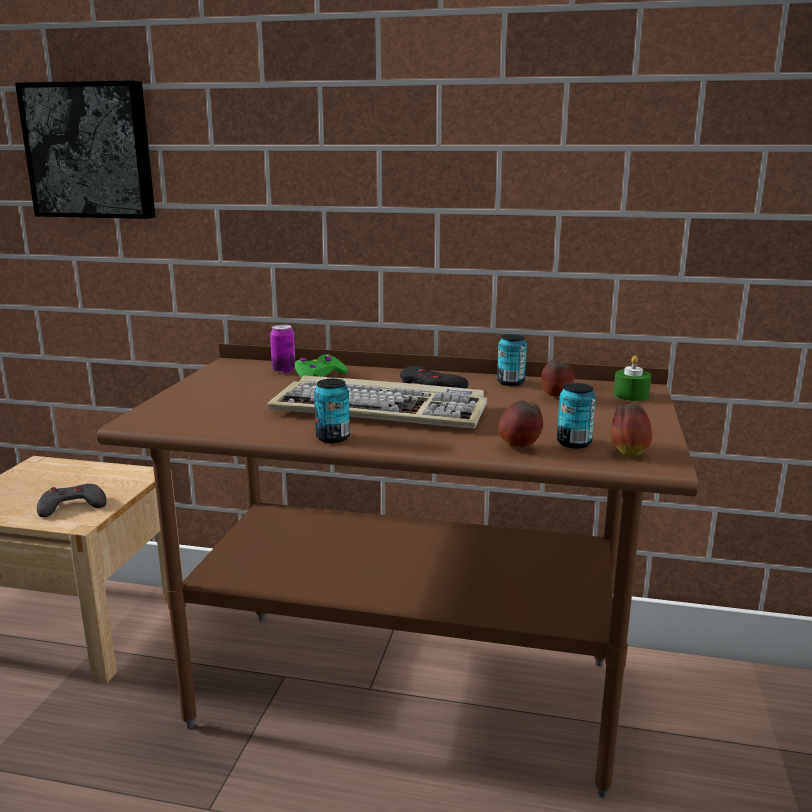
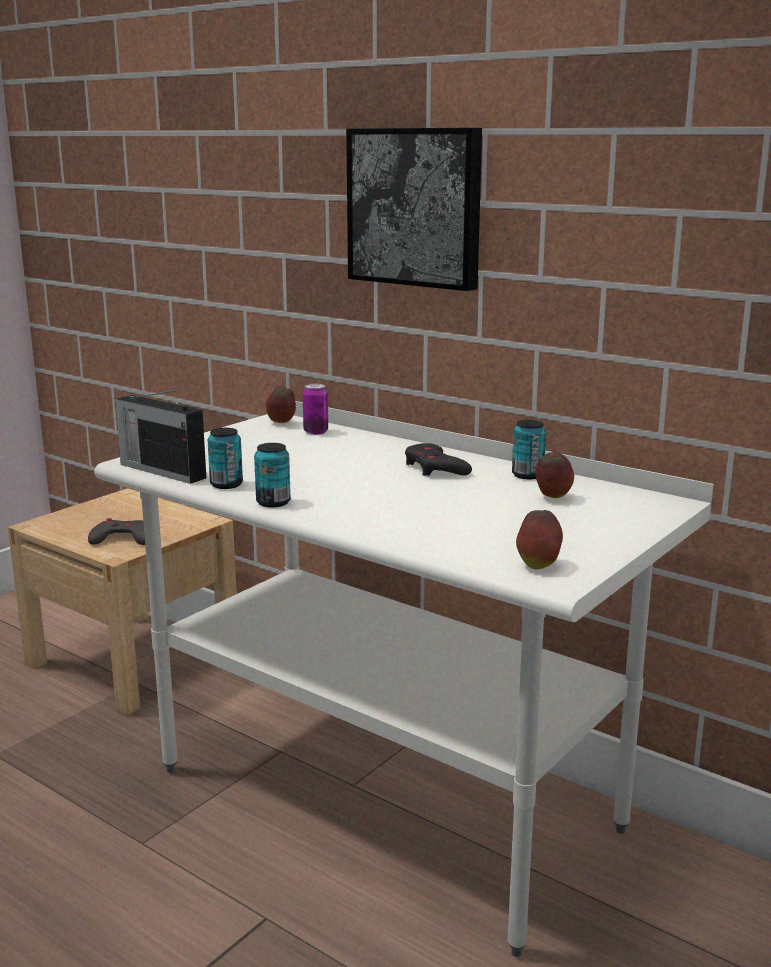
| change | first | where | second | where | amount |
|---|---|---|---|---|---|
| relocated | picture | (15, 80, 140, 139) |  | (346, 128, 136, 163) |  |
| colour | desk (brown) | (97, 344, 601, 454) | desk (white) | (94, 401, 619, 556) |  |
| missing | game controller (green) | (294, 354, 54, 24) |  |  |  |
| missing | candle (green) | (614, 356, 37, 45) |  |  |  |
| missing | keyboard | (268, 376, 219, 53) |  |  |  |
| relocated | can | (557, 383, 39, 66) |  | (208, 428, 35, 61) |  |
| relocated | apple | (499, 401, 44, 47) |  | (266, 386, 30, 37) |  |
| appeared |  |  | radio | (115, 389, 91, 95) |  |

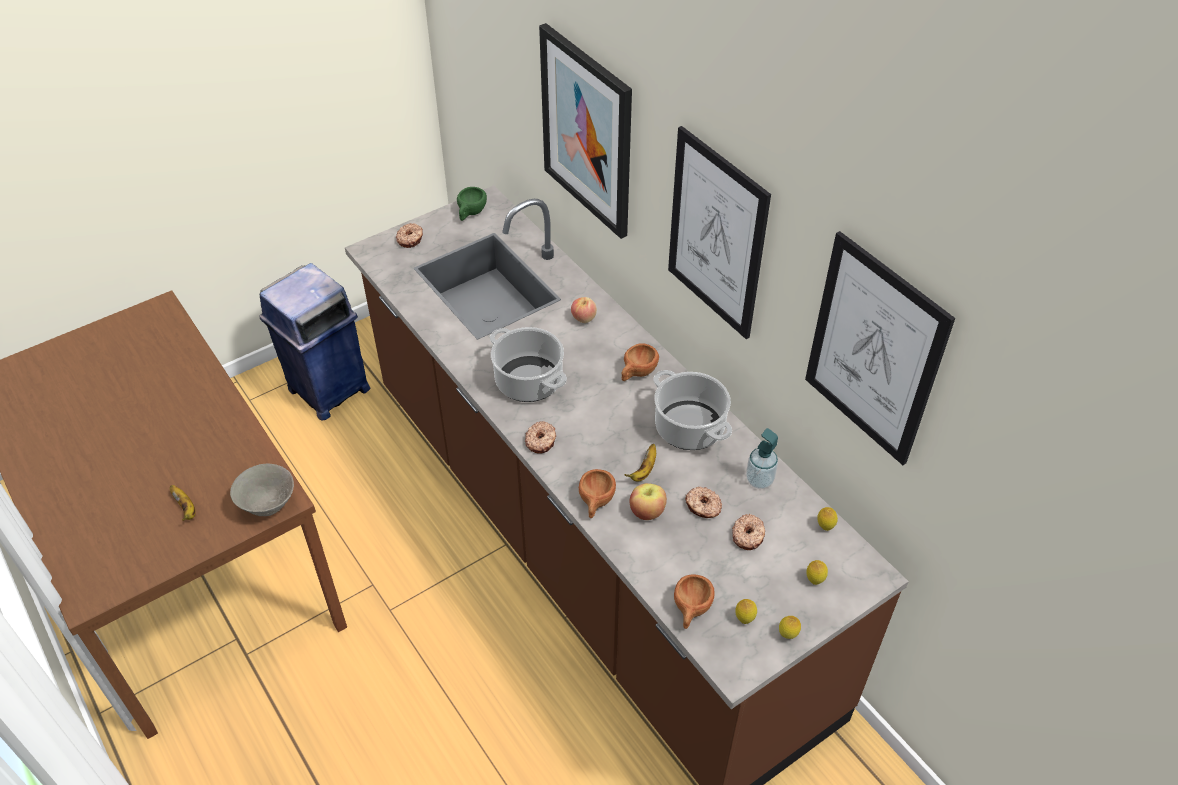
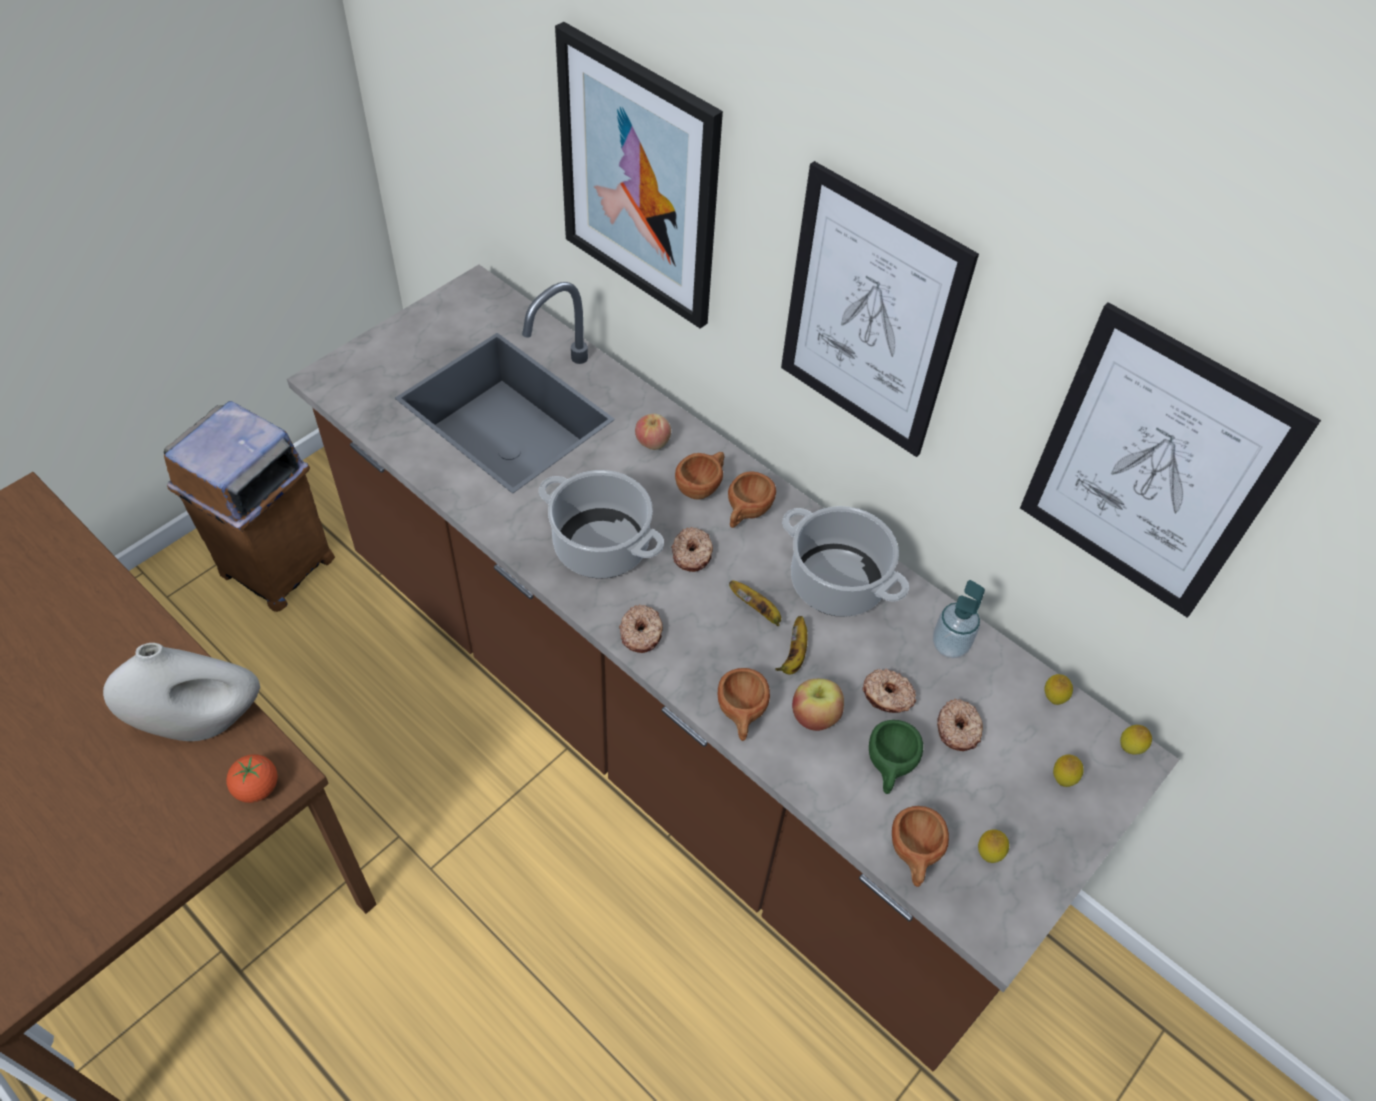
| change | first | where | second | where | amount |
|---|---|---|---|---|---|
| relocated | cup (green) | (457, 187, 30, 34) |  | (869, 720, 54, 74) |  |
| relocated | donut | (396, 223, 27, 25) |  | (671, 527, 42, 45) |  |
| colour | trash can (blue) | (259, 263, 112, 158) | trash can (brown) | (164, 401, 171, 211) |  |
| exchanged | bowl (grey) | (230, 464, 64, 52) | tomato | (226, 754, 52, 49) |  |
| relocated | banana | (170, 485, 26, 36) |  | (729, 581, 52, 45) |  |
| relocated | lemon | (779, 616, 22, 23) |  | (1120, 725, 32, 30) |  |
| appeared |  |  | cup (brown) | (675, 452, 49, 48) |  |
| appeared |  |  | vase (white) | (103, 643, 157, 98) |  |

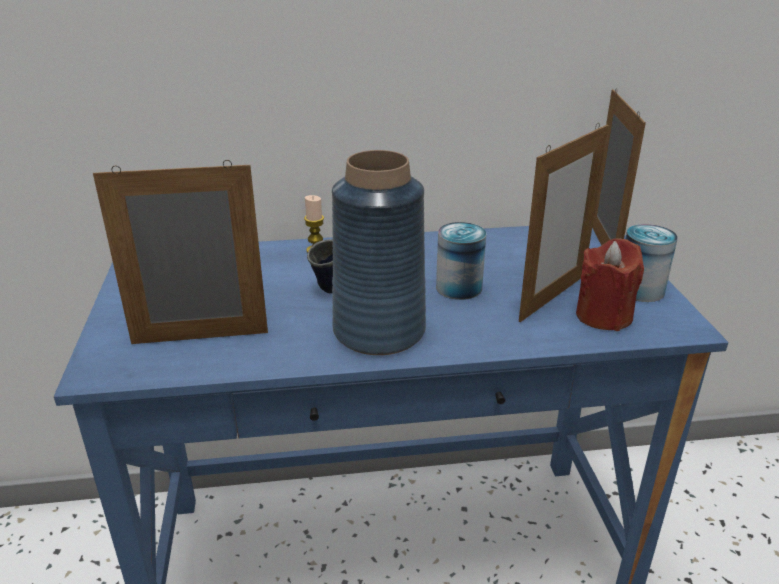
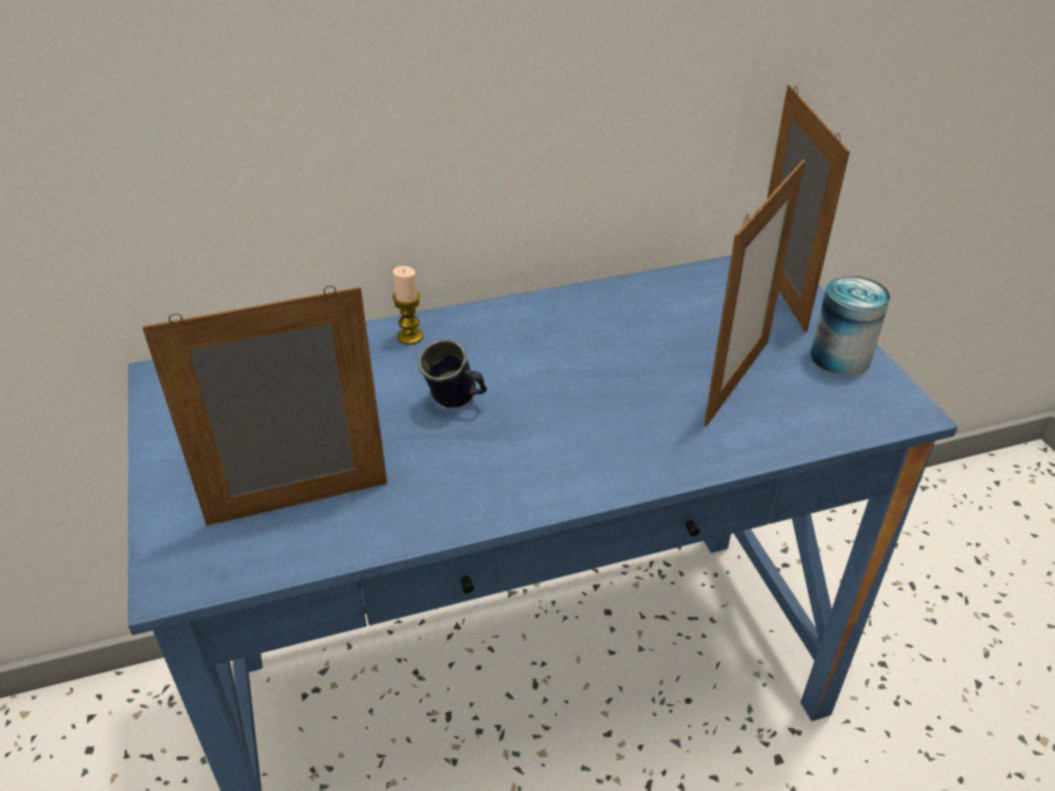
| change | first | where | second | where | amount |
|---|---|---|---|---|---|
| missing | vase (blue) | (332, 150, 94, 205) |  |  |  |
| missing | can | (436, 222, 50, 78) |  |  |  |
| missing | candle (red) | (576, 238, 68, 93) |  |  |  |

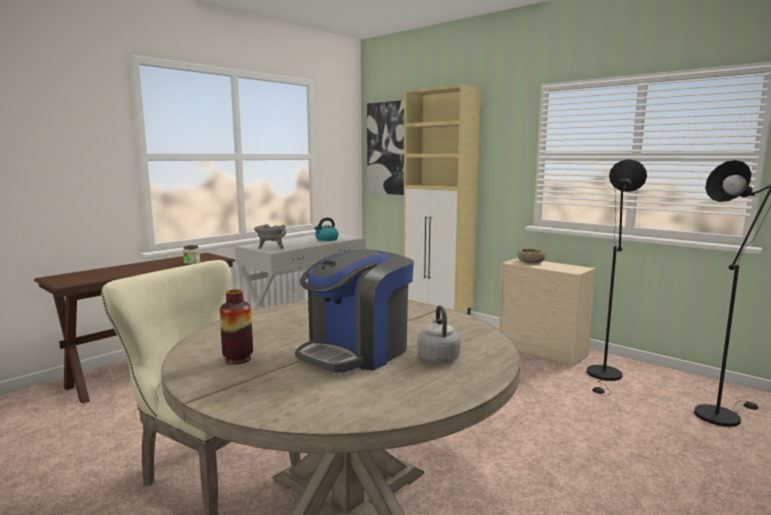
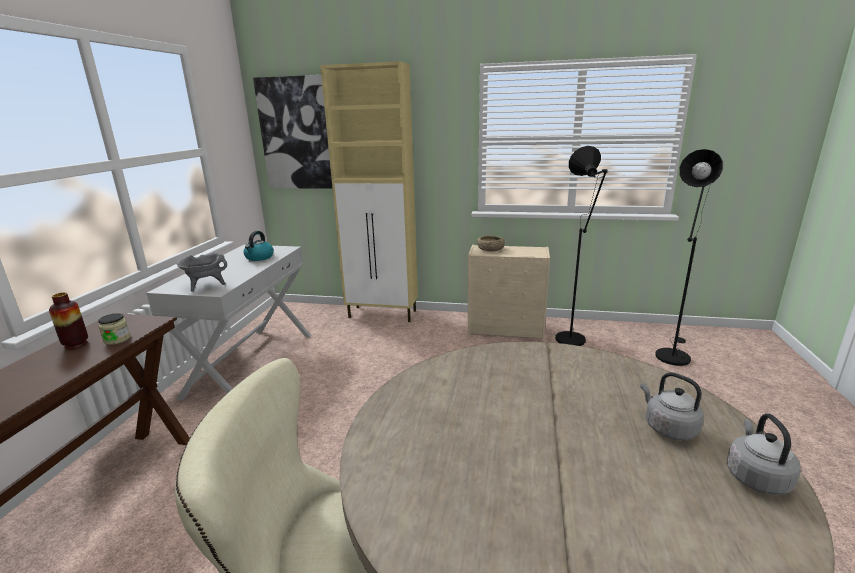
| change | first | where | second | where | amount |
|---|---|---|---|---|---|
| missing | coffee machine | (295, 249, 119, 124) |  |  |  |
| relocated | vase | (220, 289, 33, 75) |  | (49, 292, 39, 58) |  |
| appeared |  |  | kettle (grey) | (727, 414, 74, 81) |  |

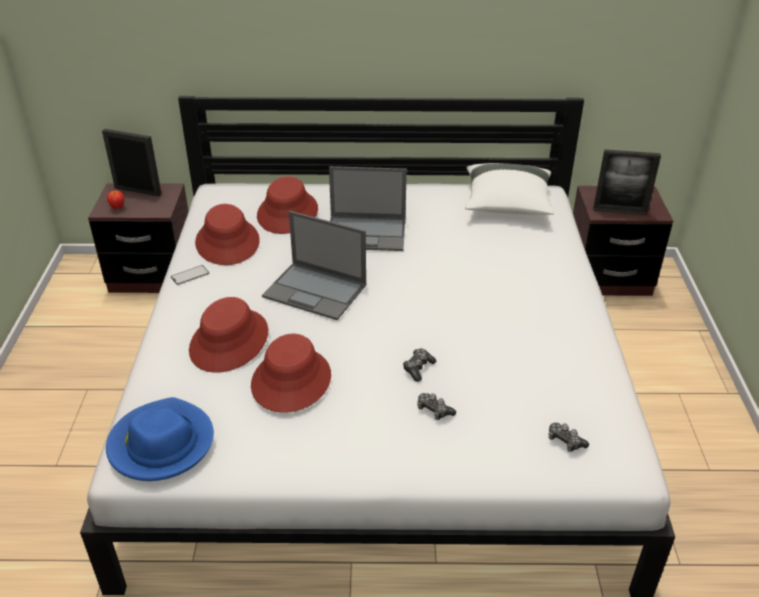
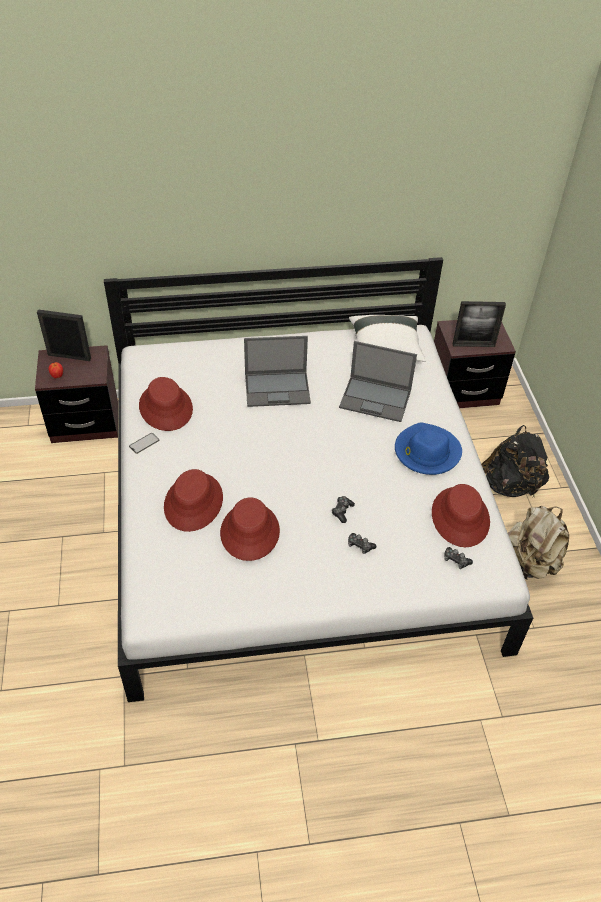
| change | first | where | second | where | amount |
|---|---|---|---|---|---|
| relocated | hat (red) | (257, 176, 61, 58) |  | (432, 484, 58, 63) |  |
| relocated | laptop | (262, 211, 104, 109) |  | (339, 341, 78, 81) |  |
| relocated | hat (blue) | (106, 397, 108, 84) |  | (395, 422, 67, 53) |  |
| appeared |  |  | backpack (black) | (481, 425, 68, 72) |  |
| appeared |  |  | backpack (beige) | (508, 506, 61, 74) |  |

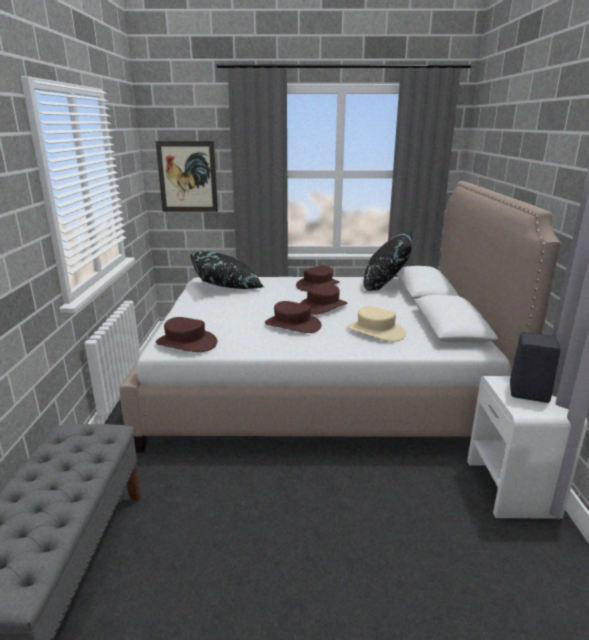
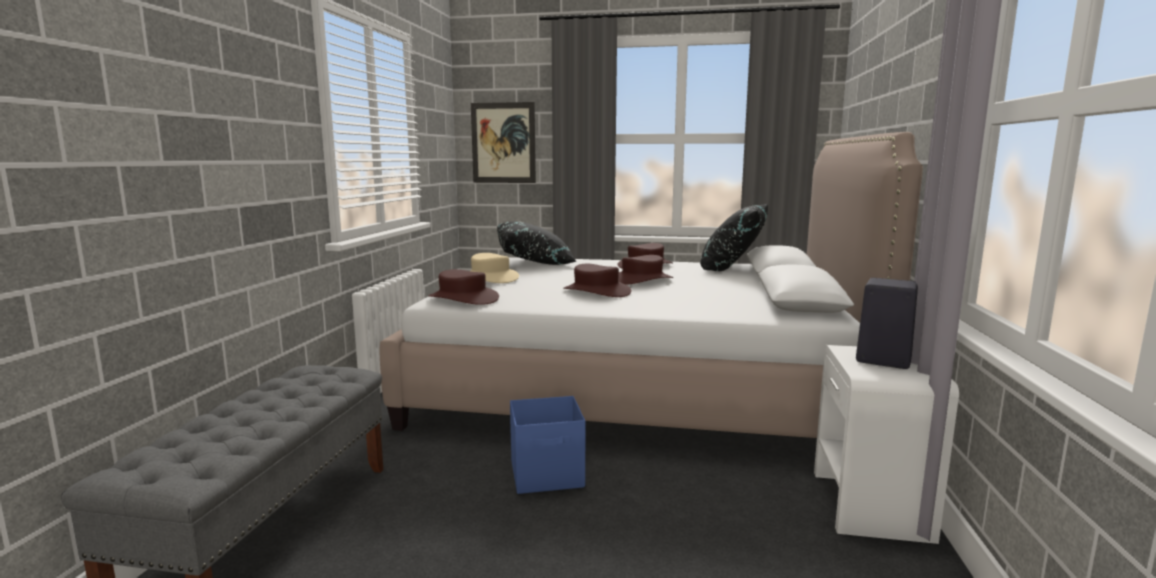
| change | first | where | second | where | amount |
|---|---|---|---|---|---|
| relocated | hat (beige) | (347, 306, 59, 36) |  | (471, 253, 48, 30) |  |
| appeared |  |  | storage box (blue) | (510, 396, 75, 98) |  |

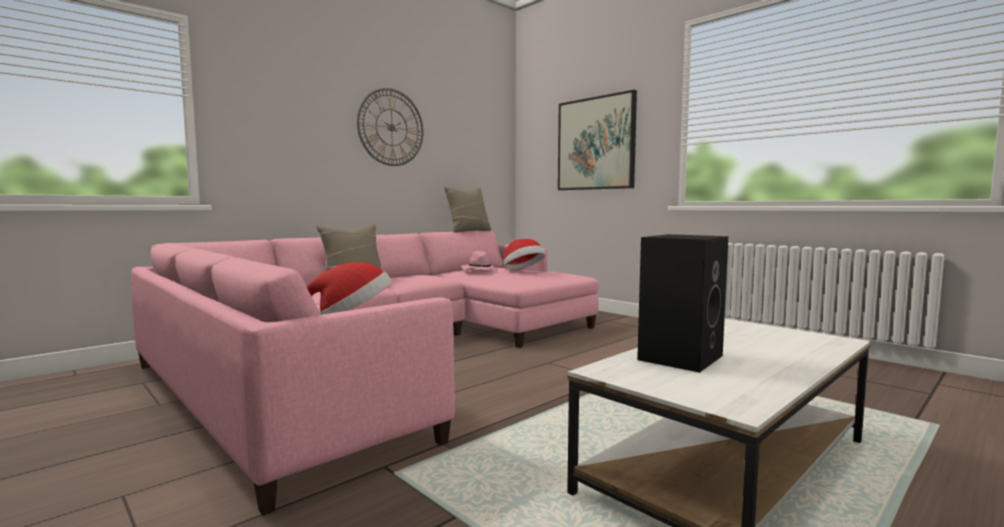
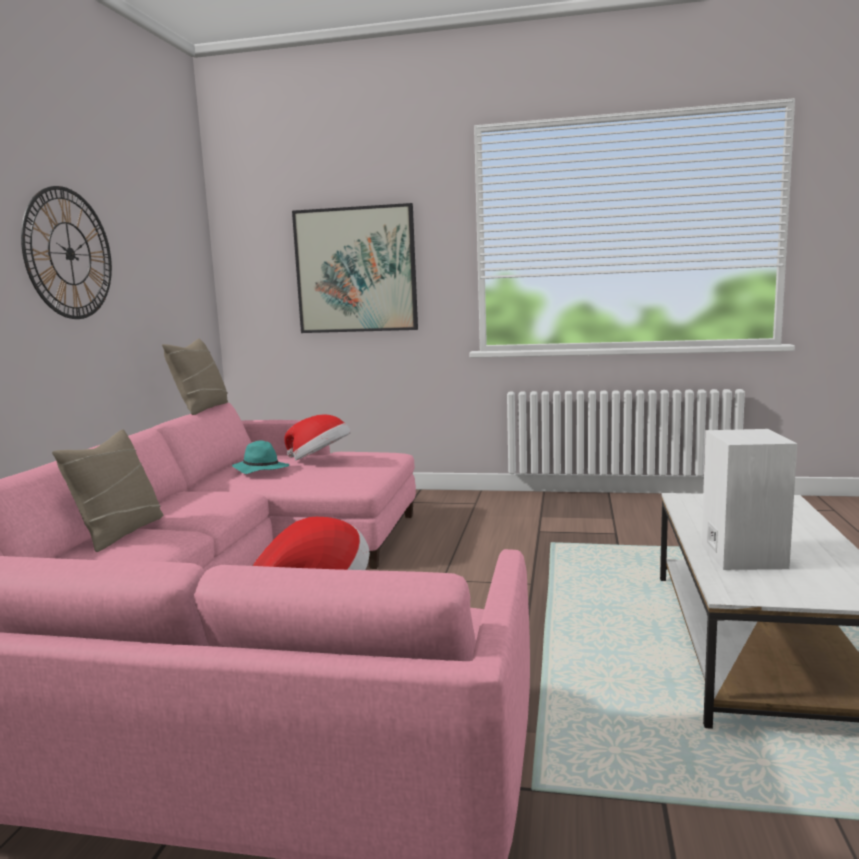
| change | first | where | second | where | amount |
|---|---|---|---|---|---|
| colour | speaker (black) | (637, 234, 91, 139) | speaker (white) | (701, 429, 96, 141) |  |
| colour | hat (pink) | (461, 251, 37, 19) | hat (turquoise) | (232, 440, 57, 34) |  |

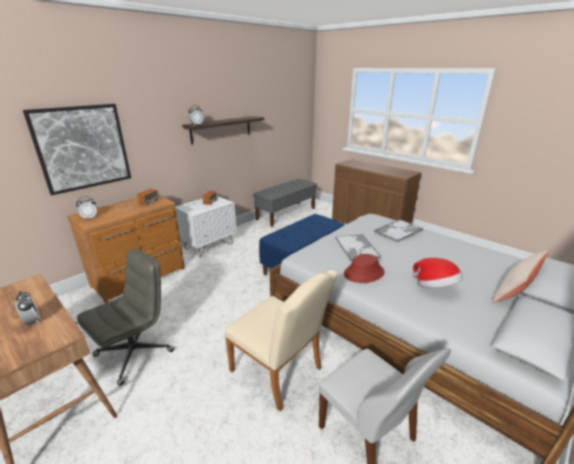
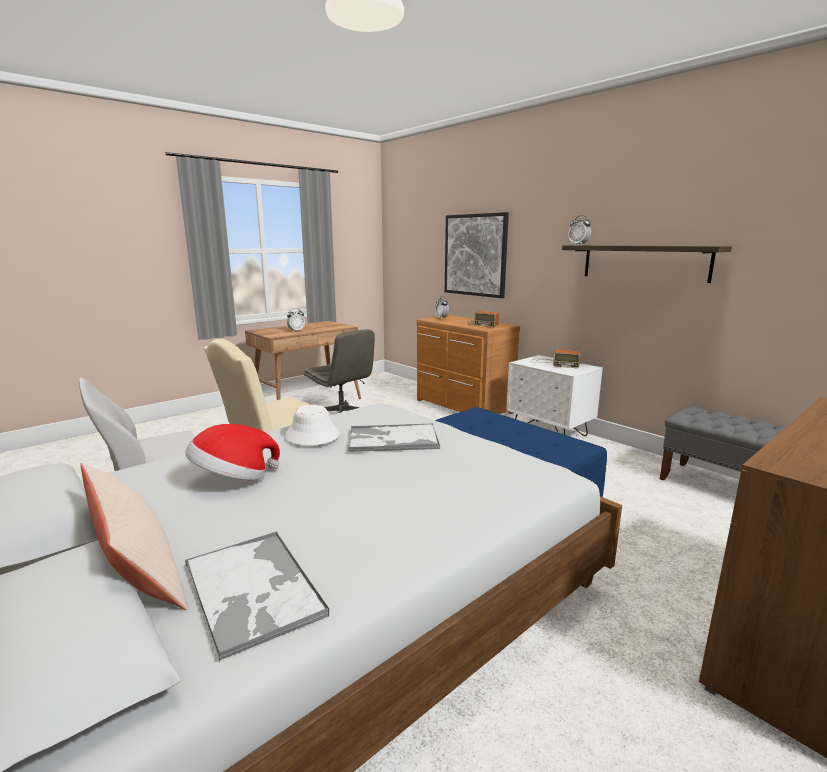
| change | first | where | second | where | amount |
|---|---|---|---|---|---|
| relocated | tray | (374, 219, 49, 23) |  | (185, 531, 145, 130) |  |
| colour | hat (red) | (344, 254, 41, 29) | hat (white) | (285, 405, 55, 41) |  |

